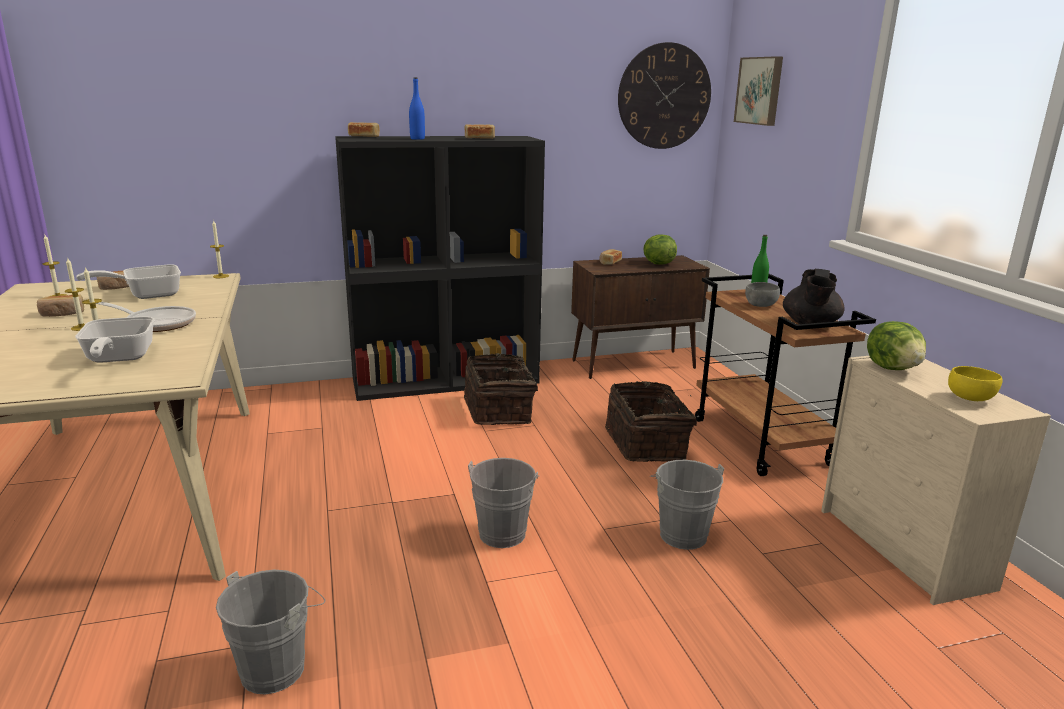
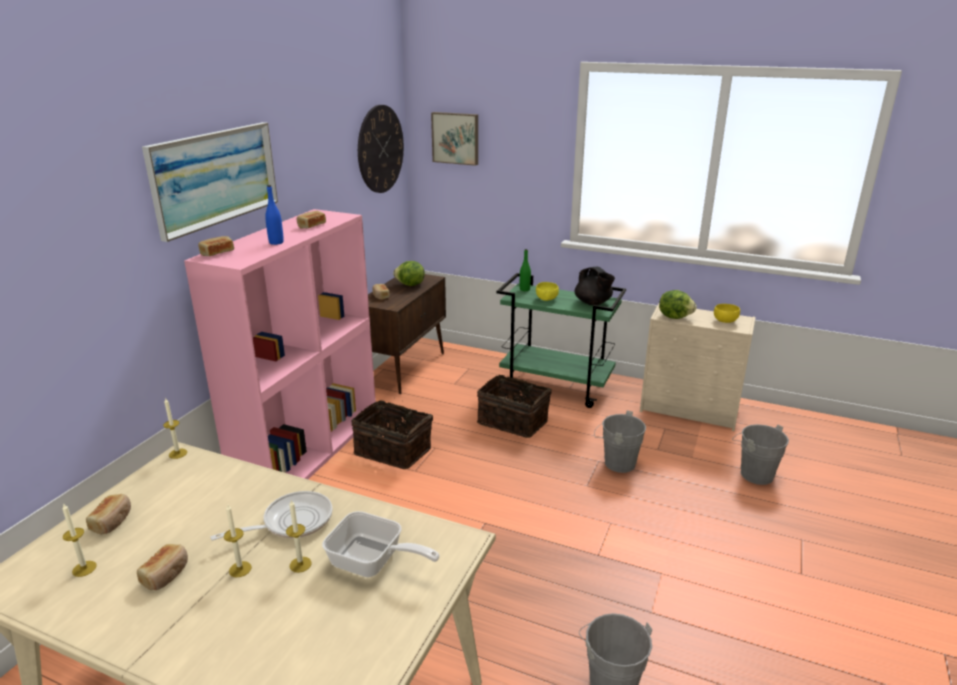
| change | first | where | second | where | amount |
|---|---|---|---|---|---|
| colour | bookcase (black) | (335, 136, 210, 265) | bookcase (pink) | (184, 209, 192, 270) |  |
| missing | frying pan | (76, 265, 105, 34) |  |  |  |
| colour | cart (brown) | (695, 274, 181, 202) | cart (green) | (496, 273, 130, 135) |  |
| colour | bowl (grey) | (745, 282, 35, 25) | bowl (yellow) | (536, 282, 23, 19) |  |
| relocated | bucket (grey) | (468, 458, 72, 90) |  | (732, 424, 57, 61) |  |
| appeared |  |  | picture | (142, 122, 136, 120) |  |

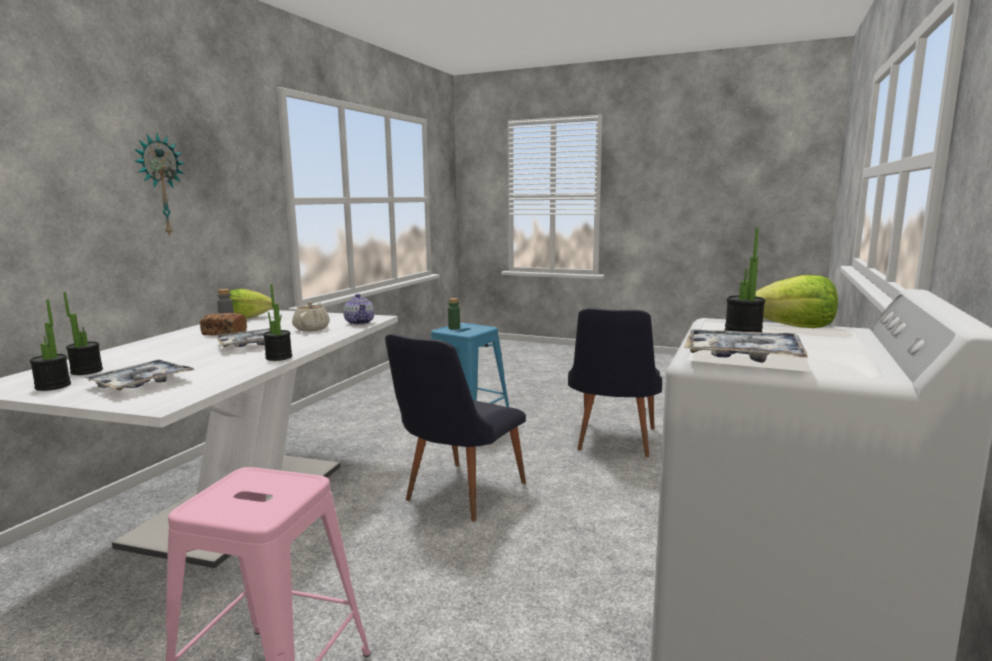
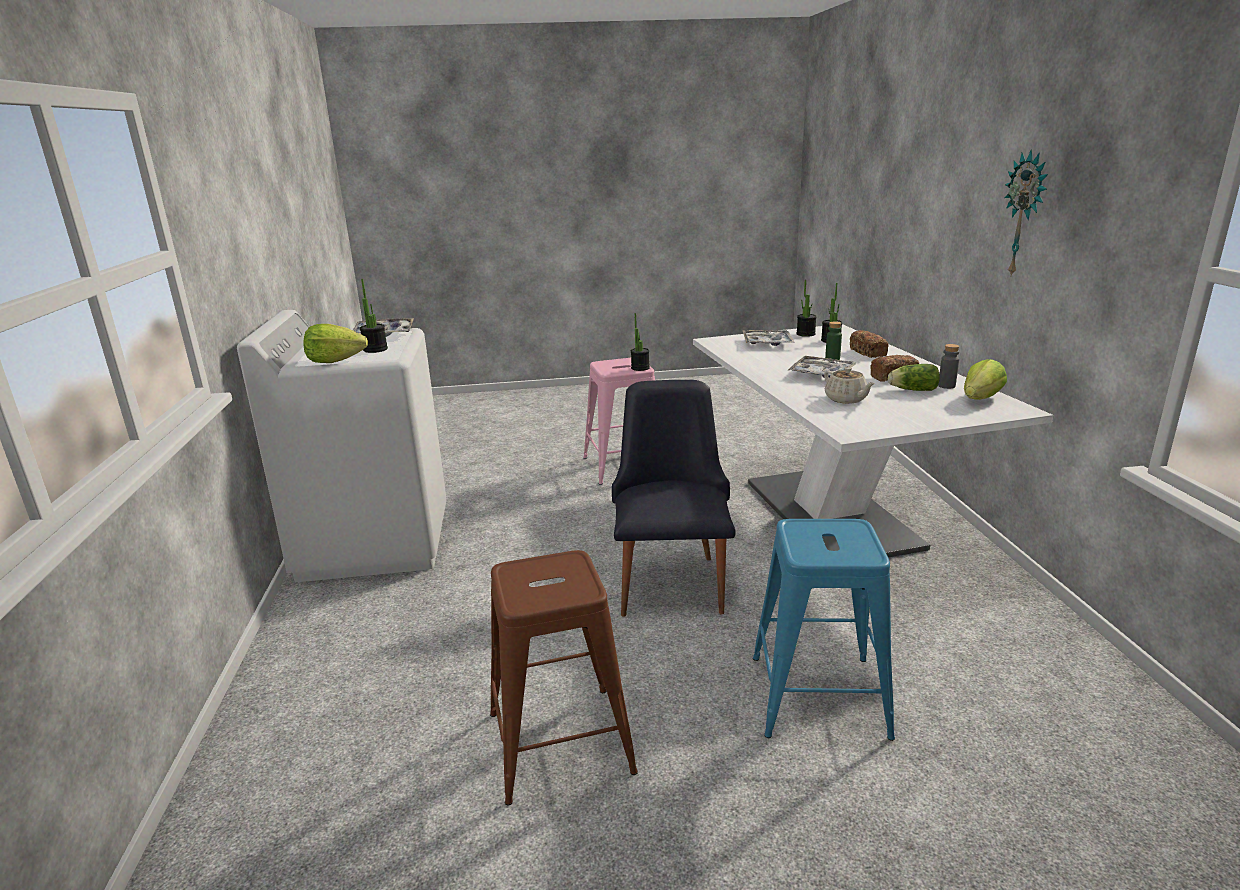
| change | first | where | second | where | amount |
|---|---|---|---|---|---|
| relocated | potted plant | (263, 284, 29, 77) |  | (631, 313, 19, 58) |  |
| missing | teapot | (343, 294, 31, 31) |  |  |  |
| relocated | bottle (green) | (448, 298, 12, 32) |  | (825, 322, 17, 38) |  |
| exchanged | chair (black) | (568, 308, 94, 149) | stool (brown) | (490, 550, 148, 255) |  |
| appeared |  |  | bread | (850, 330, 39, 28) |  |
| appeared |  |  | lettuce | (888, 364, 52, 27) |  |

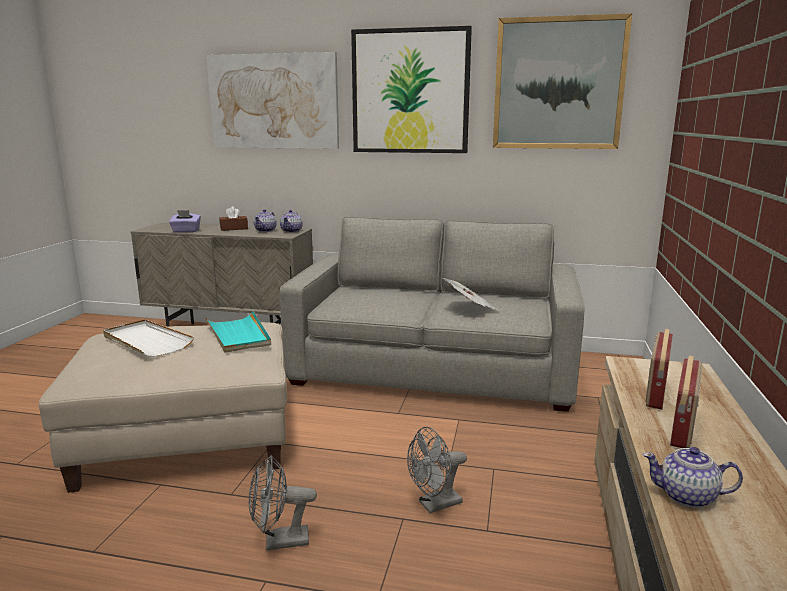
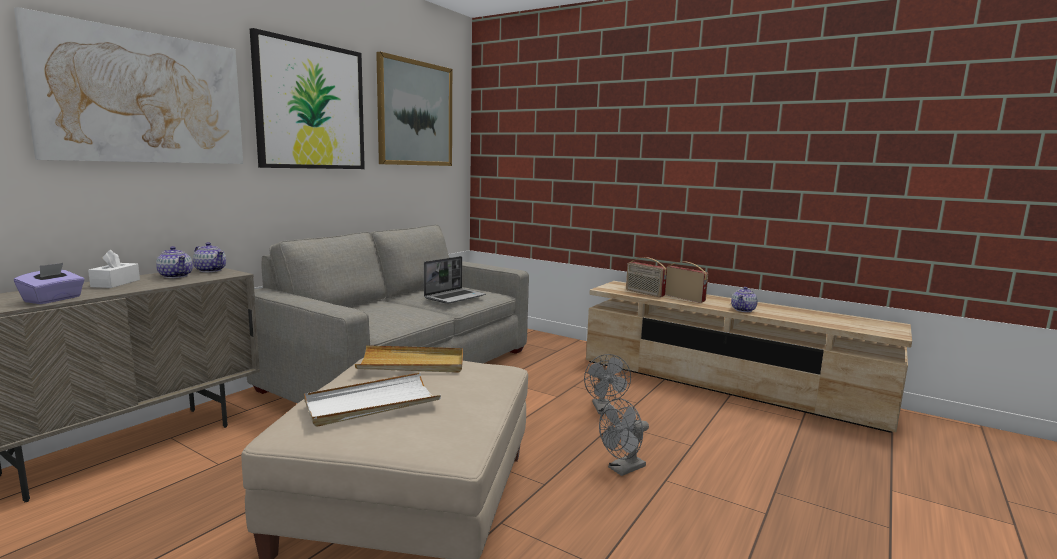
| change | first | where | second | where | amount |
|---|---|---|---|---|---|
| colour | tissue box (brown) | (220, 206, 28, 25) | tissue box (white) | (88, 250, 52, 38) |  |
| exchanged | newspaper | (443, 278, 57, 33) | laptop | (424, 256, 62, 48) |  |
| colour | tray (turquoise) | (205, 311, 66, 42) | tray (beige) | (355, 345, 108, 28) |  |
| spun | fan (grey) | (248, 455, 69, 96) |  | (599, 398, 50, 78) | 45 degrees clockwise |

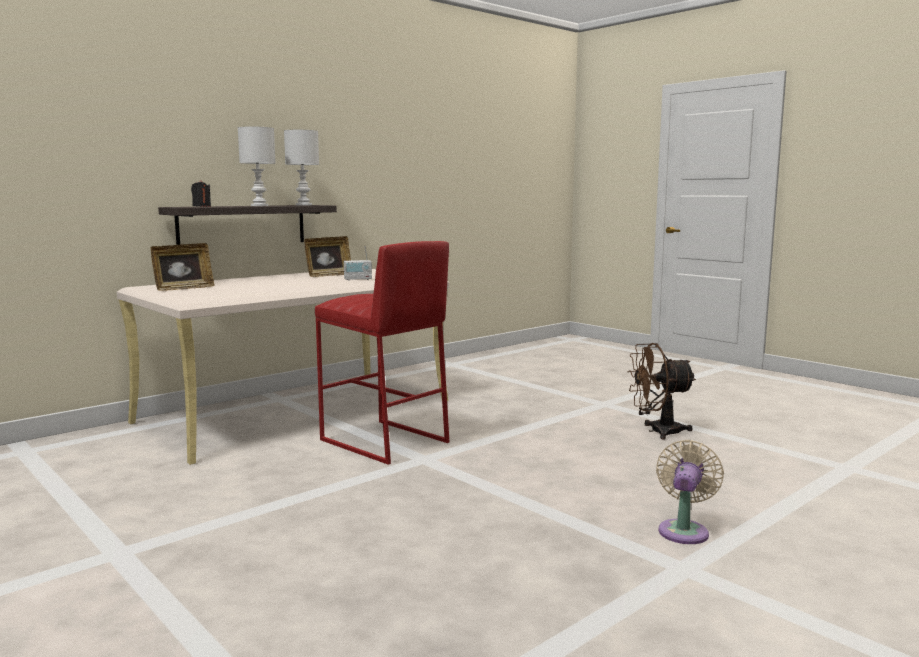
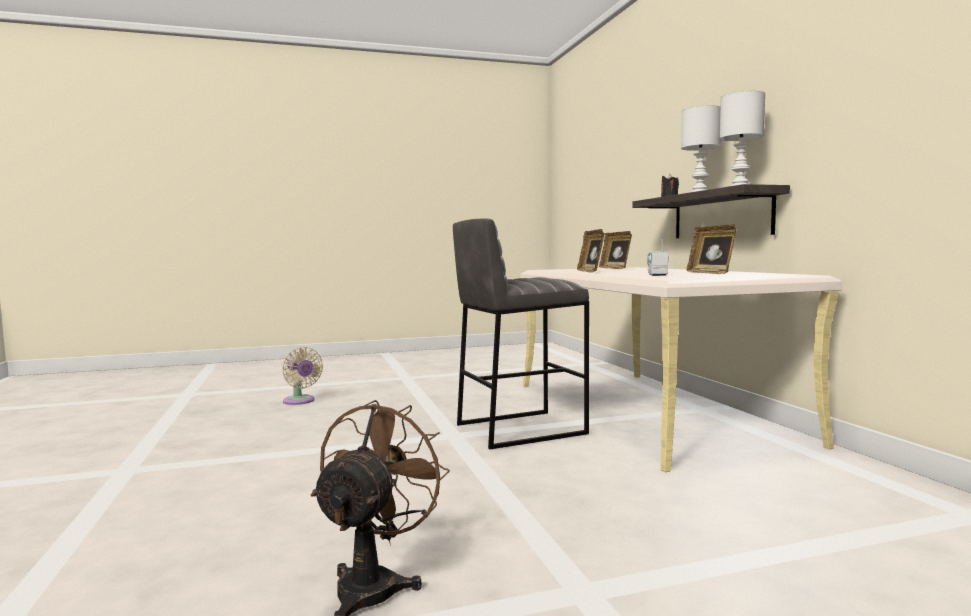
| change | first | where | second | where | amount |
|---|---|---|---|---|---|
| colour | stool (red) | (315, 241, 135, 224) | stool (grey) | (453, 218, 136, 231) |  |
| relocated | fan (beige) | (656, 440, 68, 104) |  | (282, 347, 41, 58) |  |
| appeared |  |  | picture frame | (577, 229, 28, 44) |  |

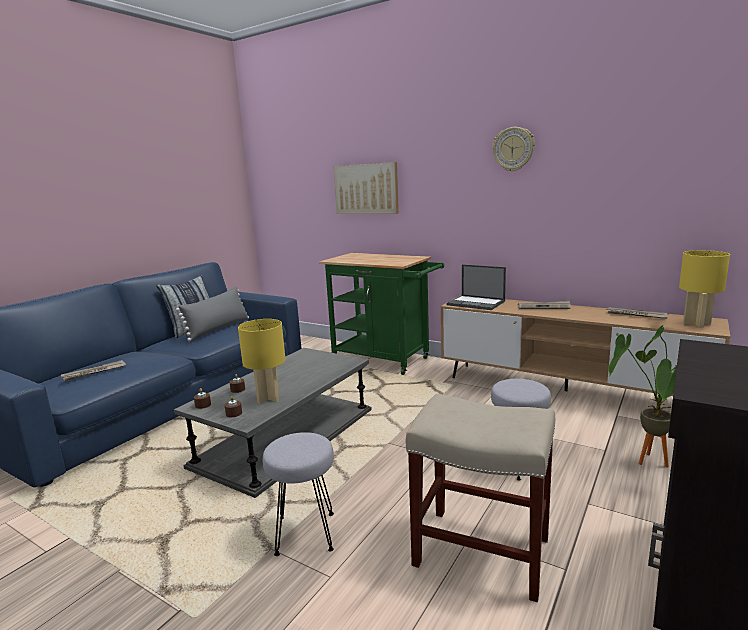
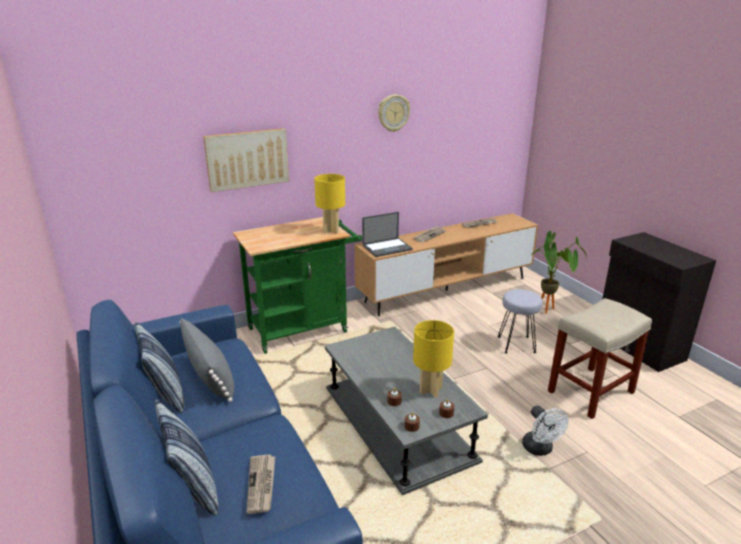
| change | first | where | second | where | amount |
|---|---|---|---|---|---|
| relocated | table lamp (yellow) | (679, 250, 51, 77) |  | (314, 174, 31, 60) |  |
| exchanged | stool (grey) | (263, 432, 71, 124) | fan (white) | (522, 405, 47, 51) |  |
| appeared |  |  | pillow | (155, 399, 63, 116) |  |

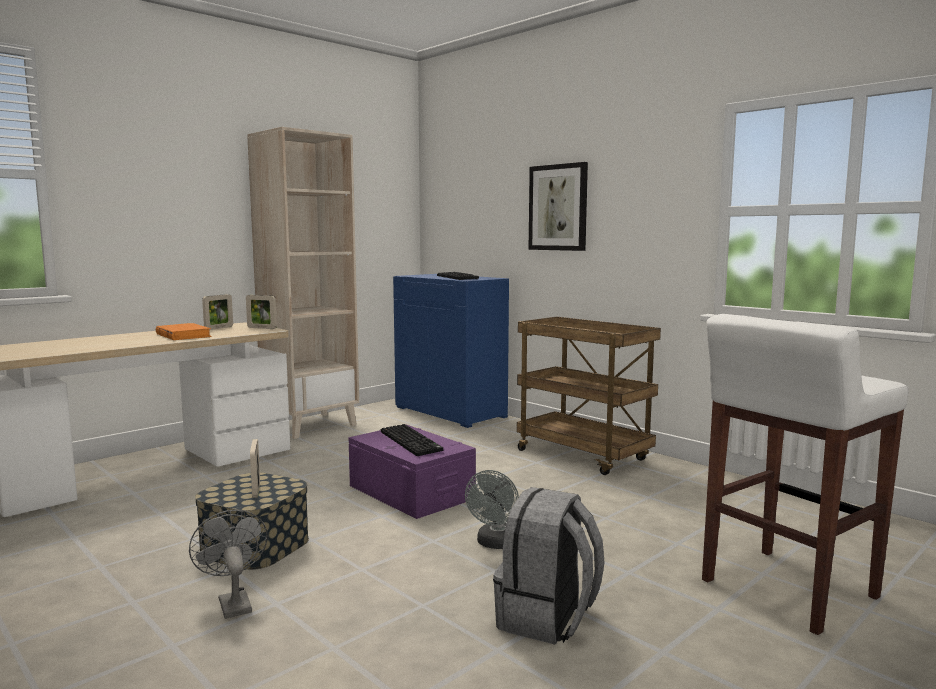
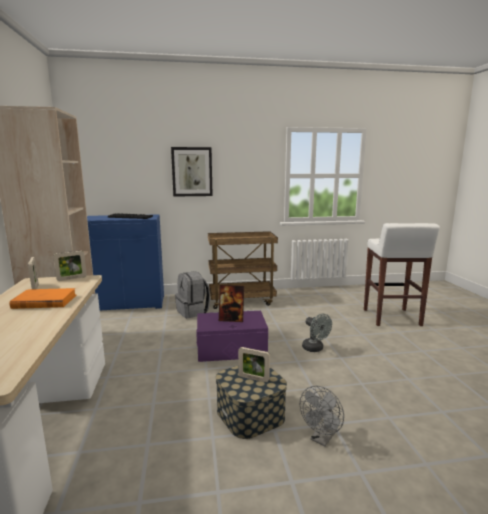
| change | first | where | second | where | amount |
|---|---|---|---|---|---|
| exchanged | keyboard | (381, 424, 62, 32) | picture frame | (219, 285, 25, 37) |  |
| relocated | backpack (grey) | (493, 487, 112, 157) |  | (175, 271, 35, 47) |  |
| spun | fan (grey) | (189, 510, 79, 109) |  | (300, 385, 44, 61) | 60 degrees counterclockwise |

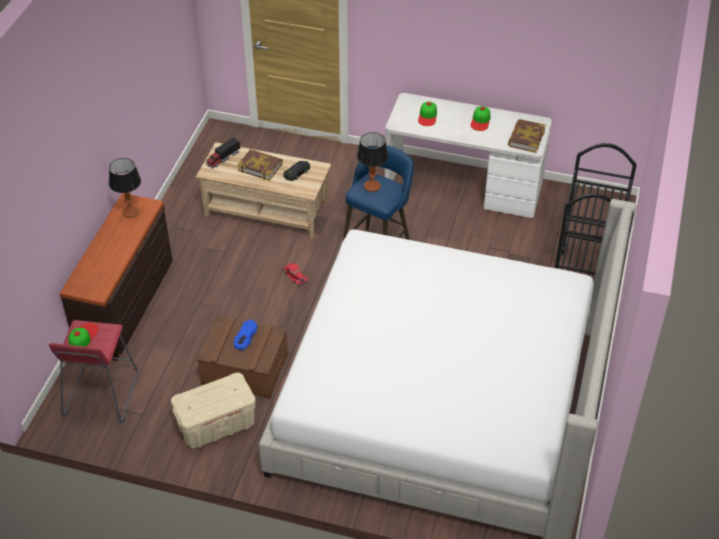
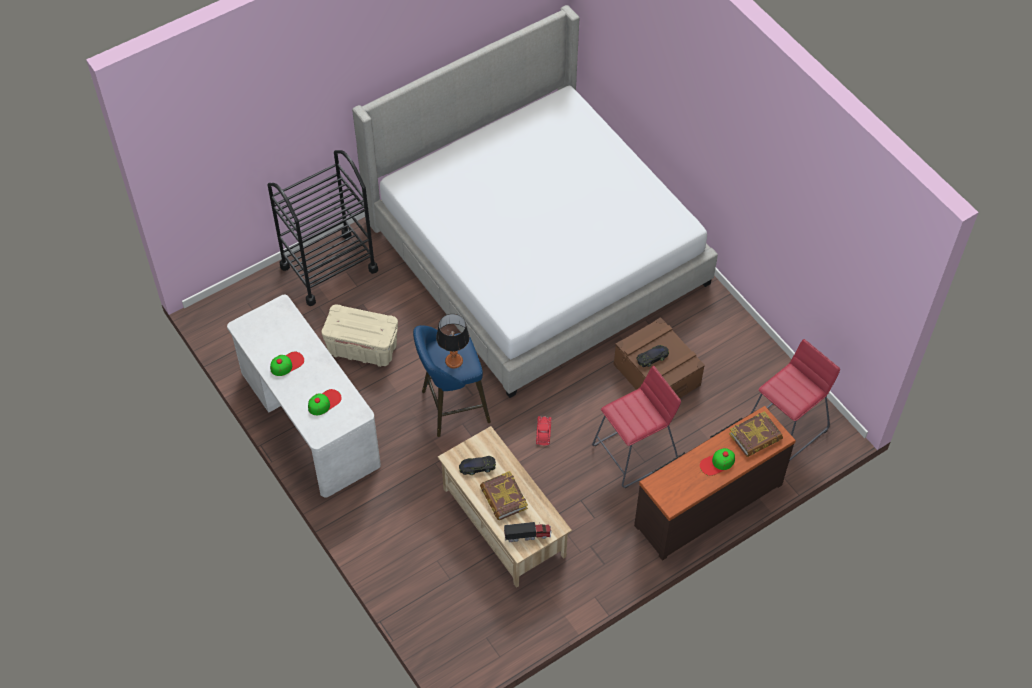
| change | first | where | second | where | amount |
|---|---|---|---|---|---|
| relocated | book | (508, 119, 38, 34) |  | (729, 411, 54, 46) |  |
| missing | table lamp | (109, 158, 32, 60) |  |  |  |
| colour | toy car (blue) | (234, 320, 24, 30) | toy car (black) | (636, 345, 33, 22) |  |
| relocated | cap | (68, 323, 31, 24) |  | (700, 448, 35, 28) |  |
| relocated | storage box (beige) | (171, 373, 85, 76) |  | (321, 304, 77, 63) |  |
| appeared |  |  | stool (red) | (592, 366, 89, 122) |  |

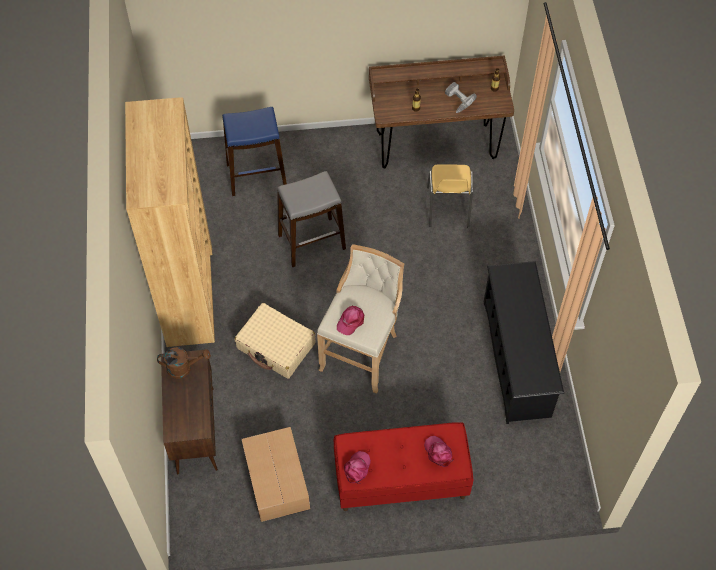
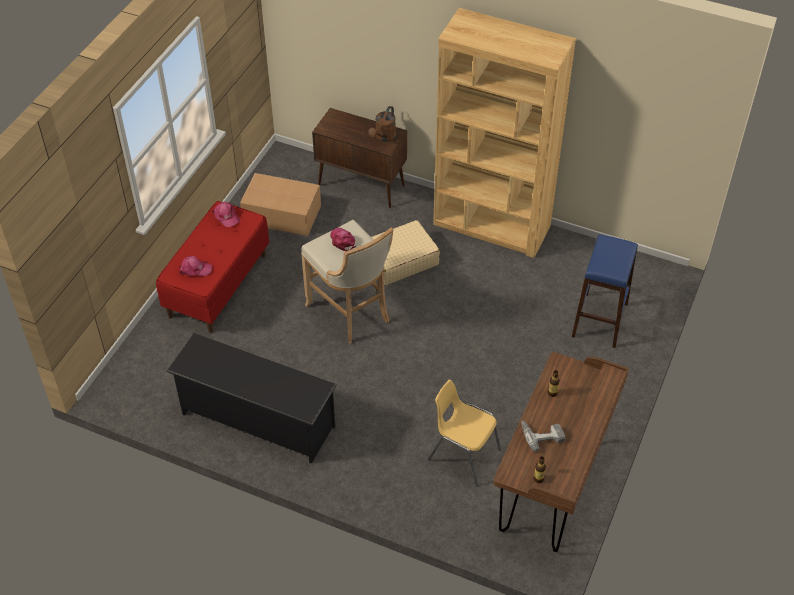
| change | first | where | second | where | amount |
|---|---|---|---|---|---|
| missing | stool (grey) | (277, 171, 69, 96) |  |  |  |

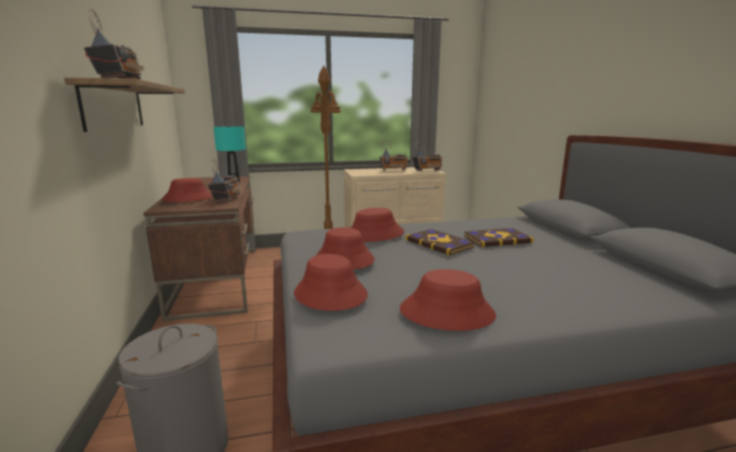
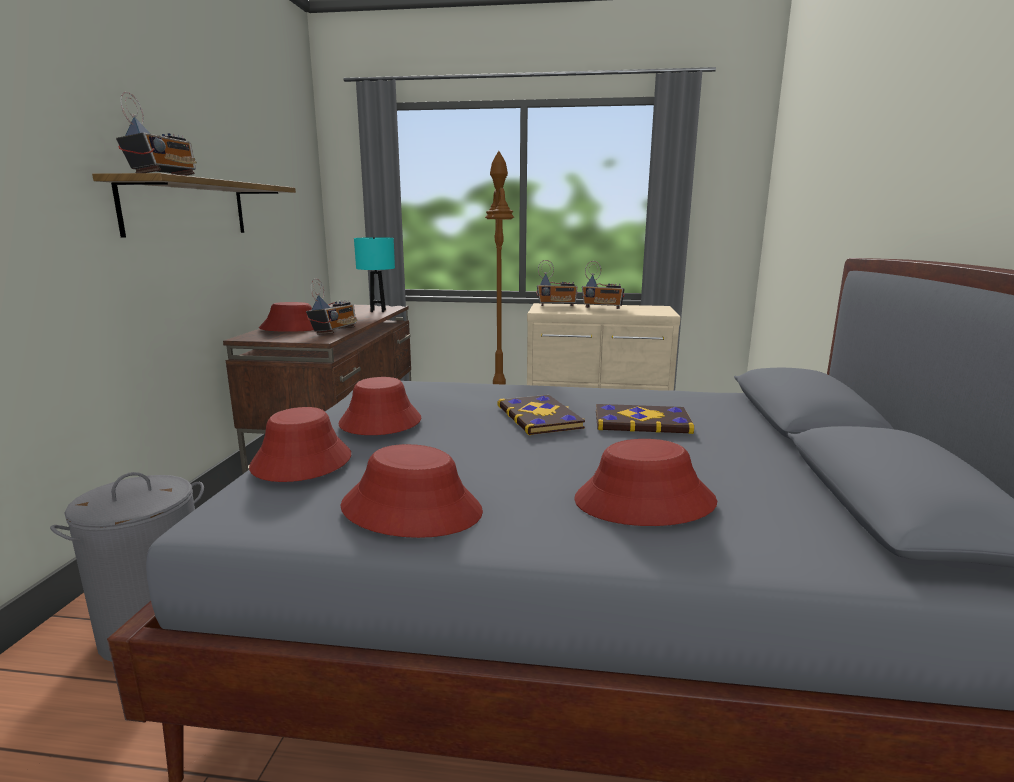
| change | first | where | second | where | amount |
|---|---|---|---|---|---|
| relocated | radio | (412, 140, 30, 31) |  | (536, 260, 42, 46) |  |
| relocated | hat (red) | (351, 208, 53, 34) |  | (574, 439, 143, 87) |  |

